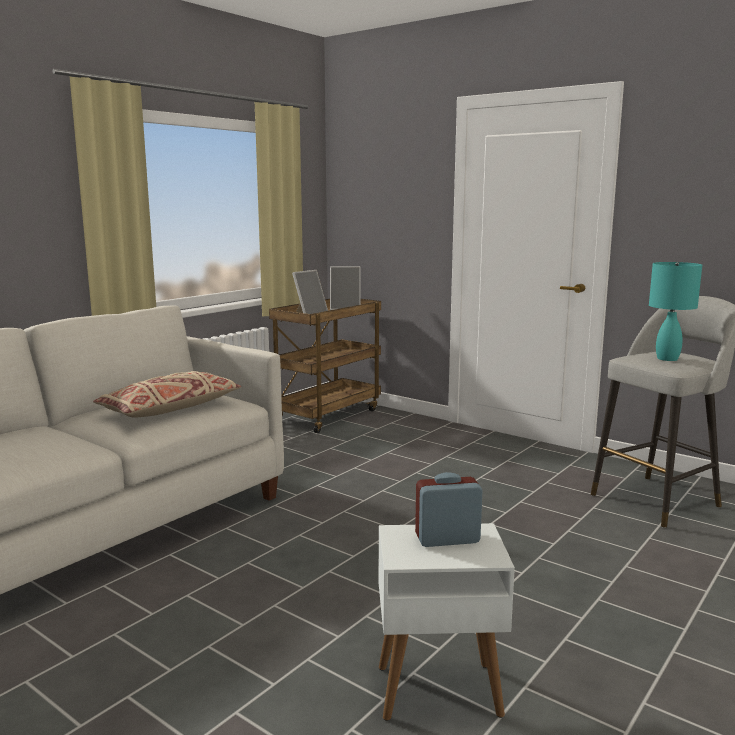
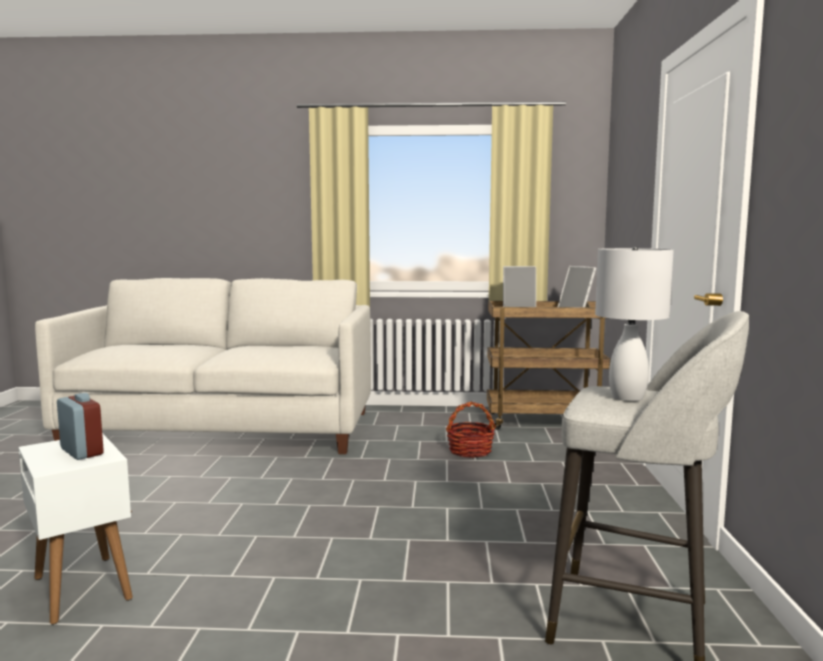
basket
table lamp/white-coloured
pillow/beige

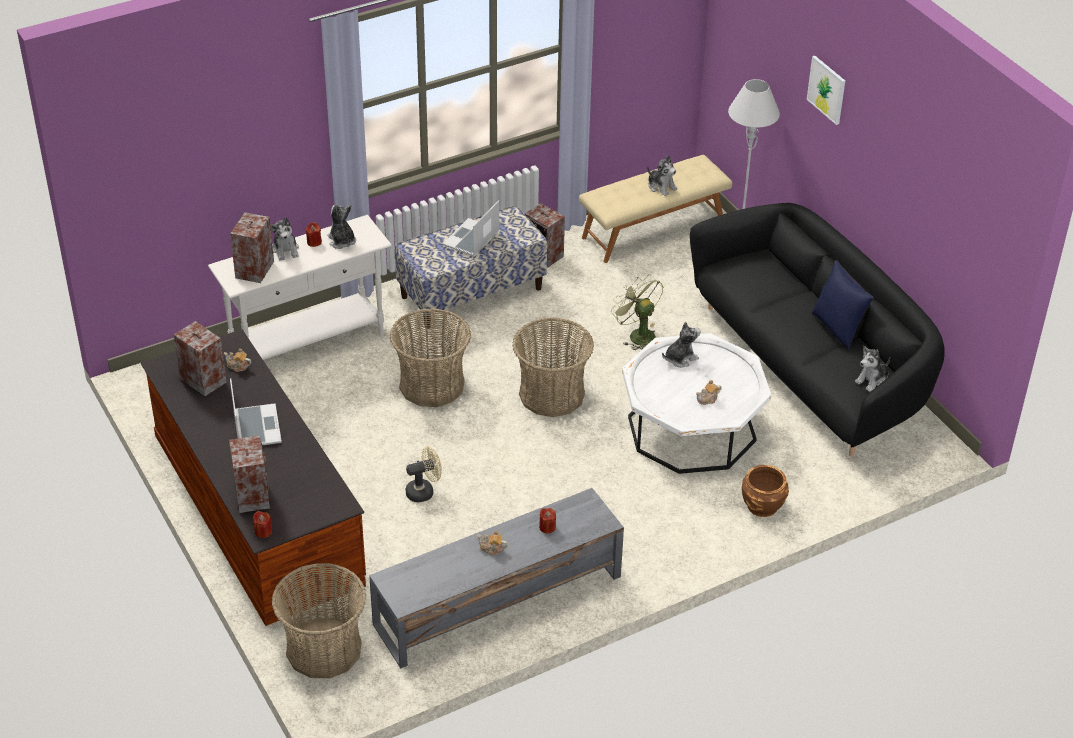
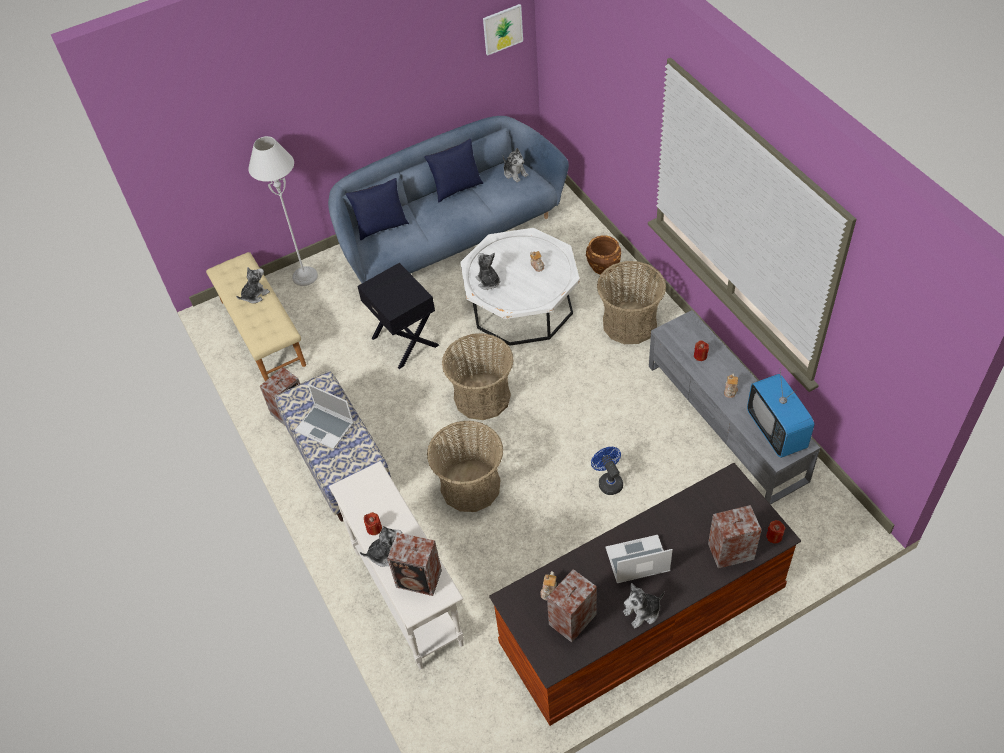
sofa/bluish
pillow/bluish (1st from left)
end table/black-coloured
wall art
cooling fan/bluish
basket (3rd from left)
soft toy (5th from left)
TV set

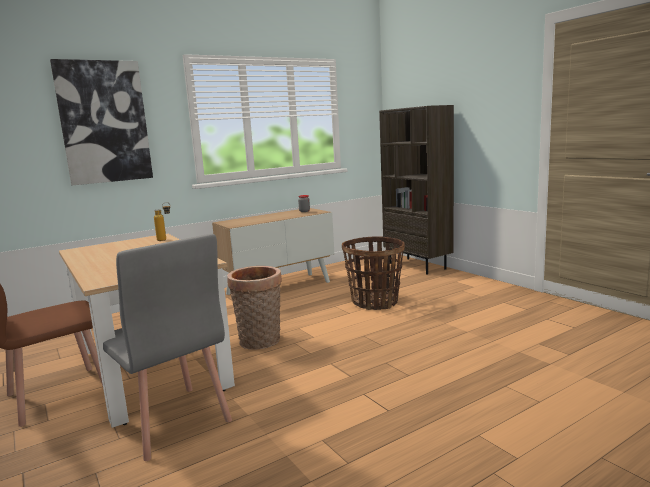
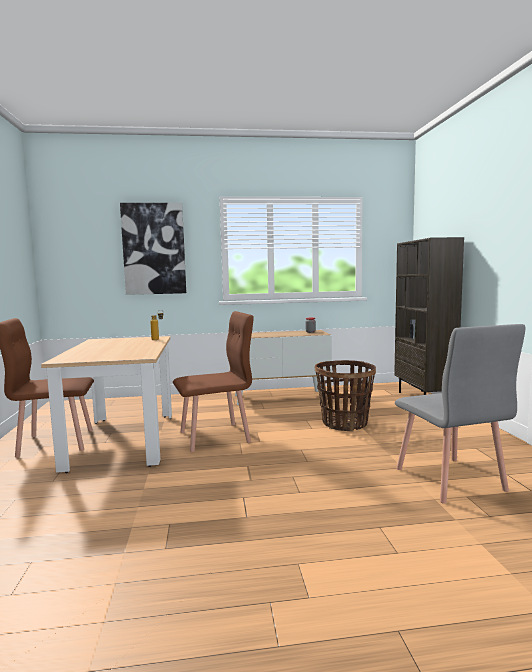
chair/brown (2nd from left)
chair/gray

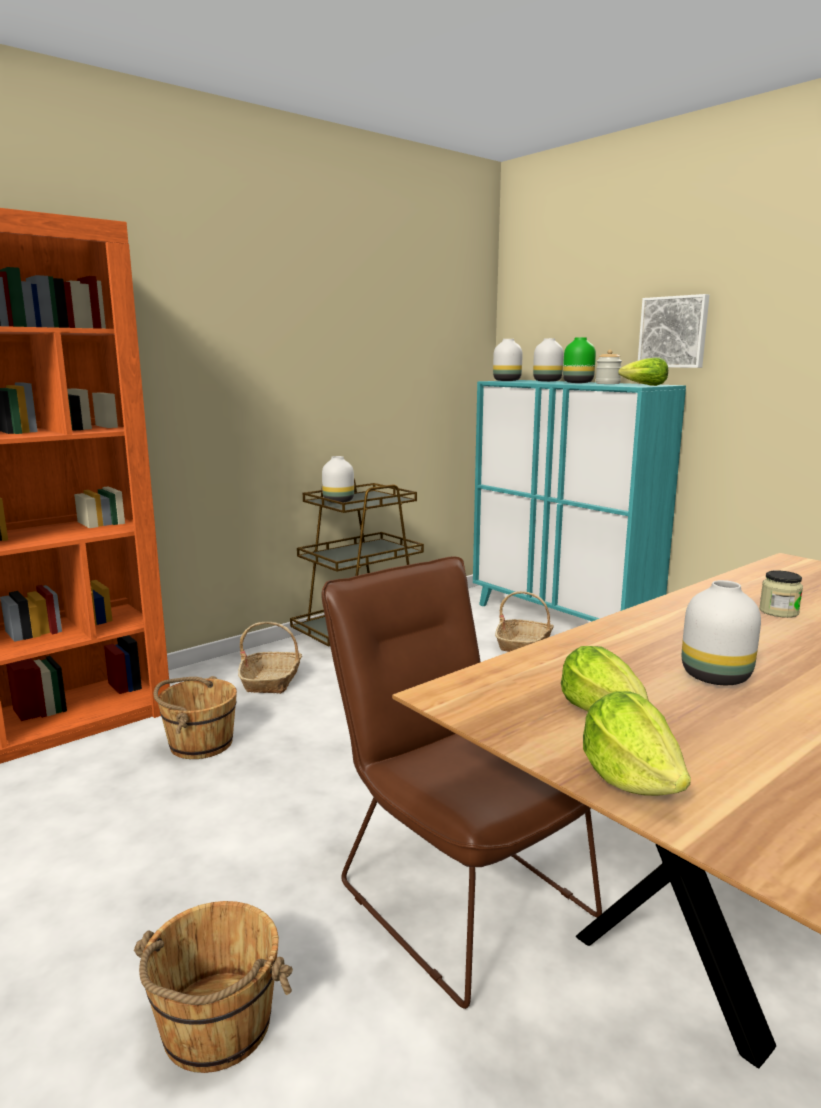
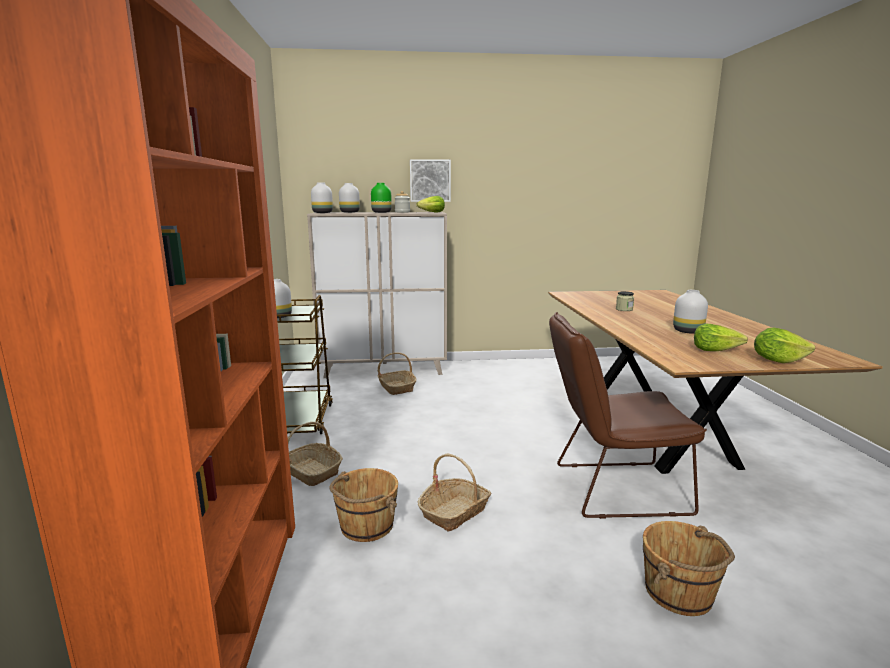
storage cabinet/beige
basket (3rd from left)

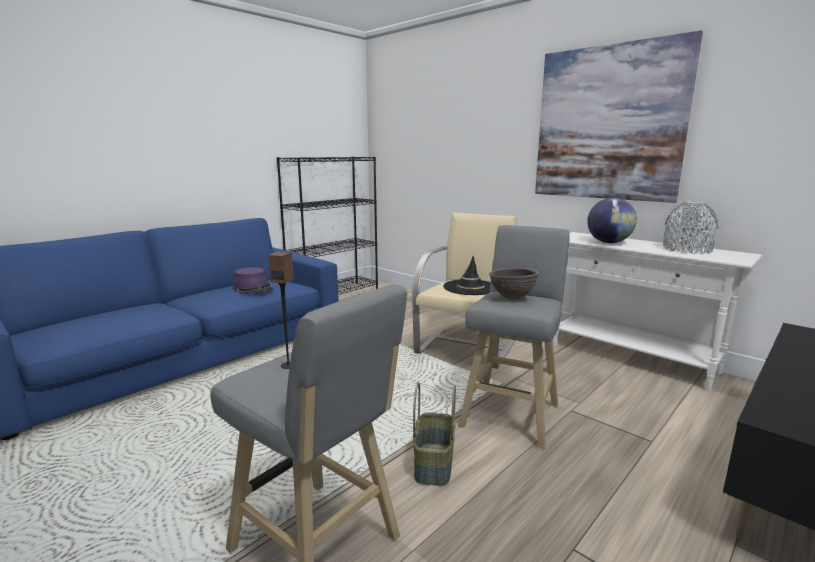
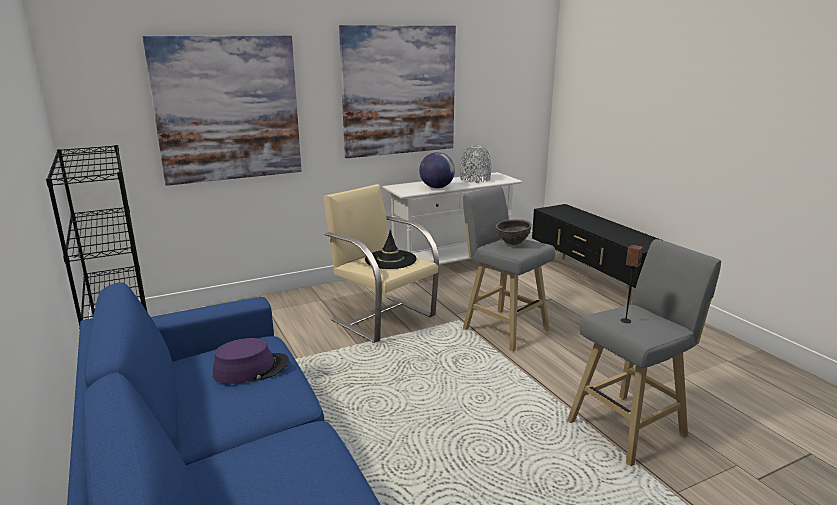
wall art (1st from left)
basket

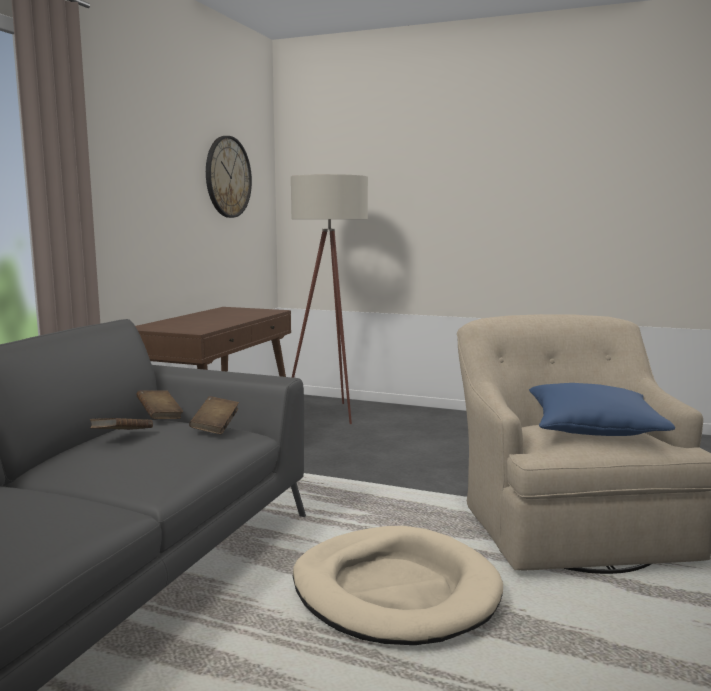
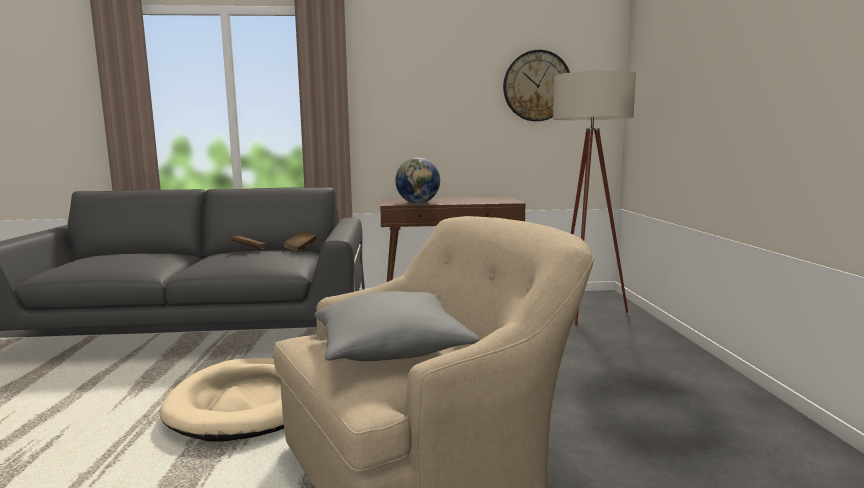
pillow/gray
globe
book/brown (3rd from left in the first image)

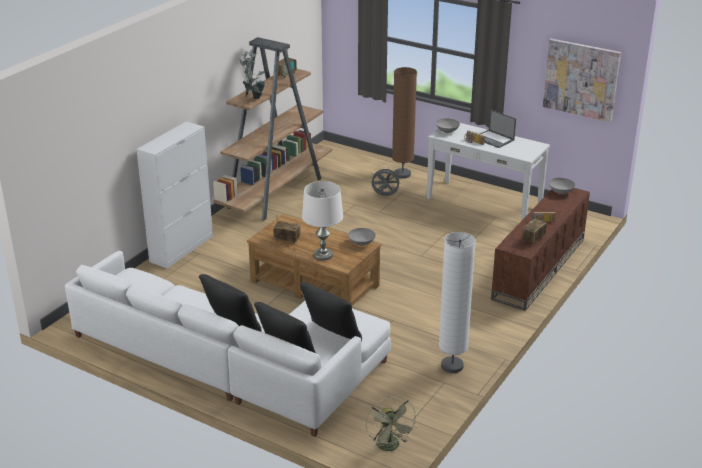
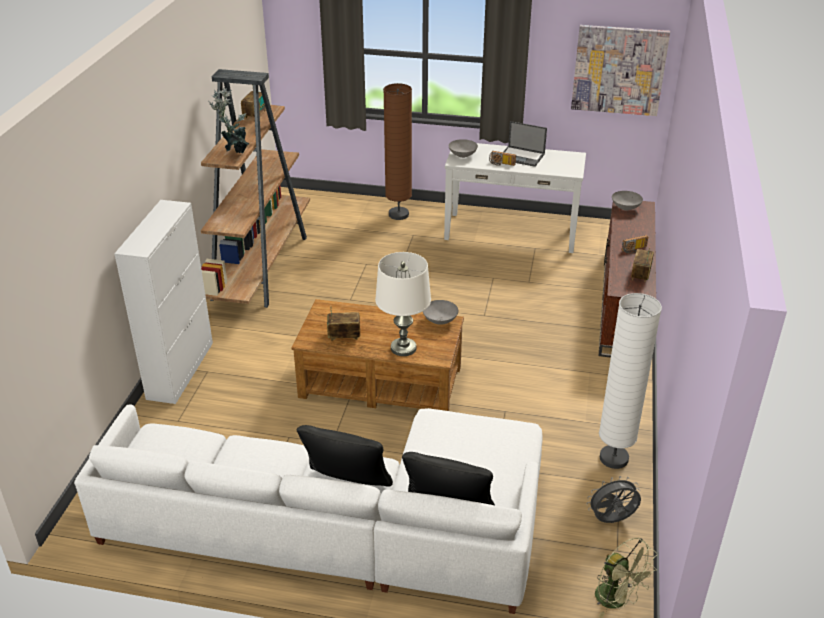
cooling fan/gray
pillow/black-coloured (3rd from left in the first image)

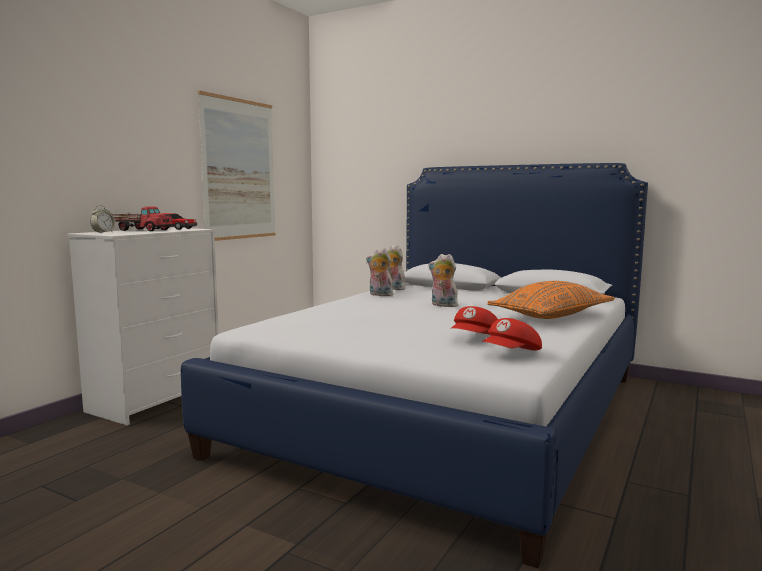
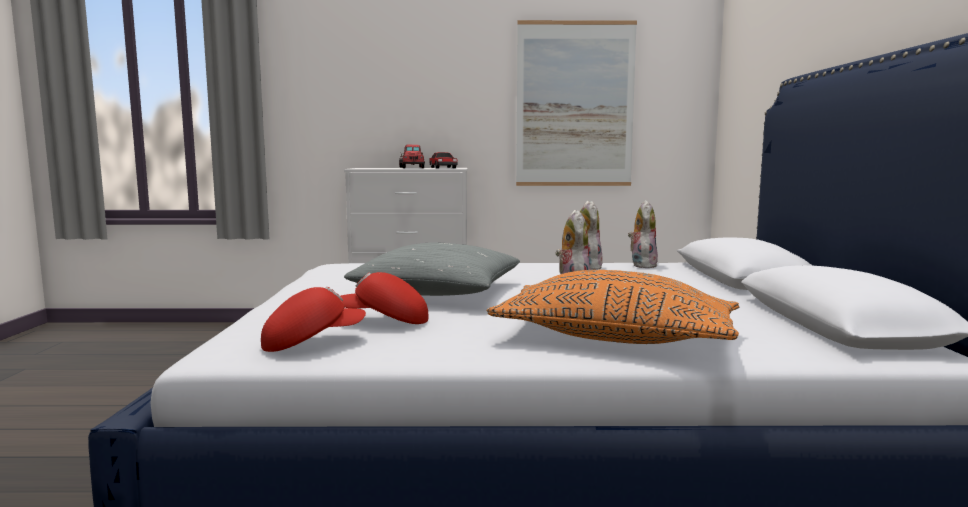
cap/red (1st from left)
pillow/gray
alarm clock

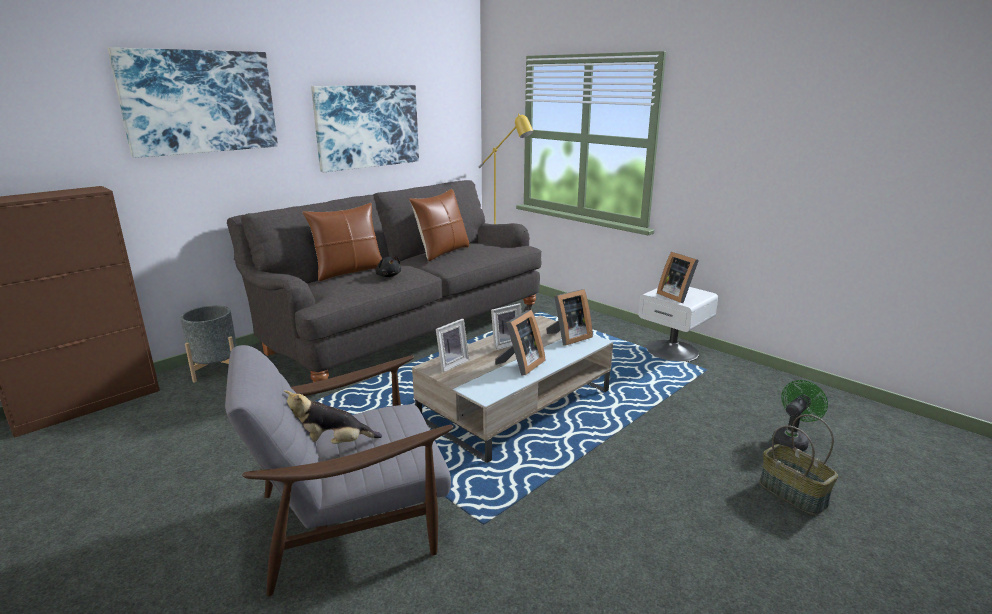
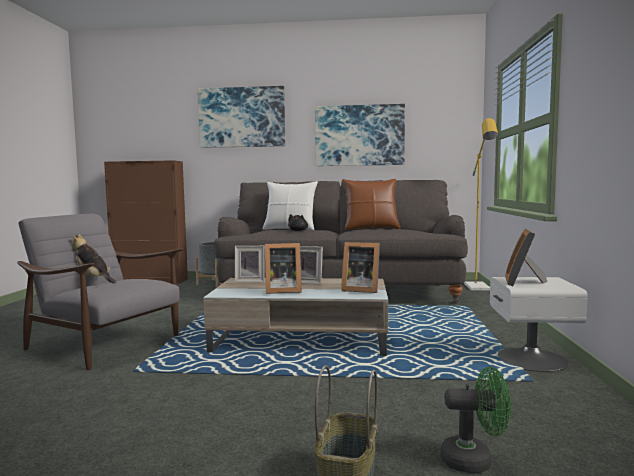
pillow/white-coloured

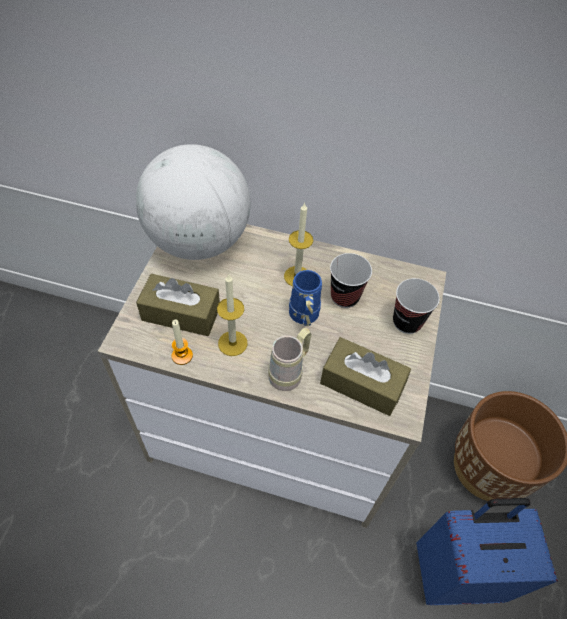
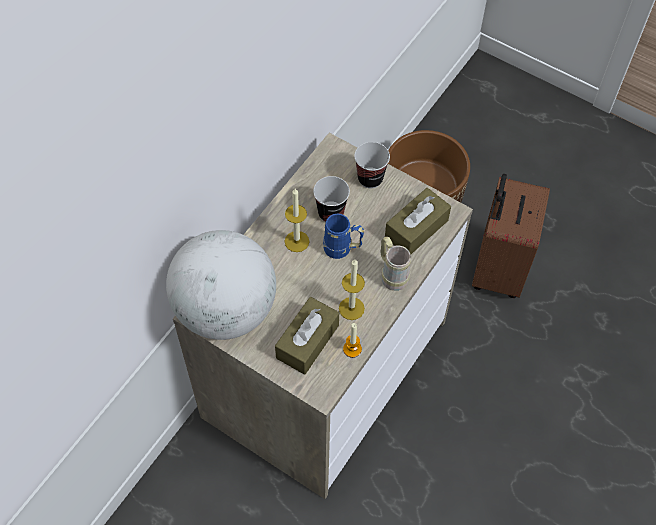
piece of luggage/brown

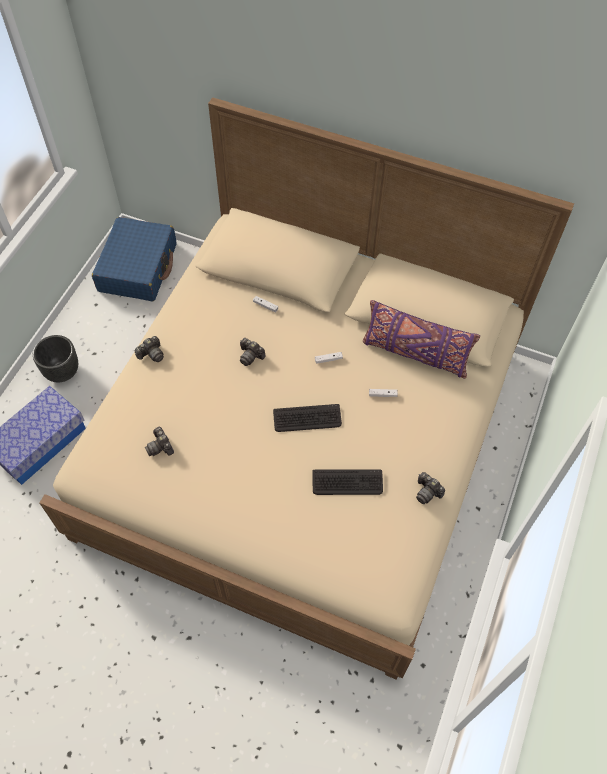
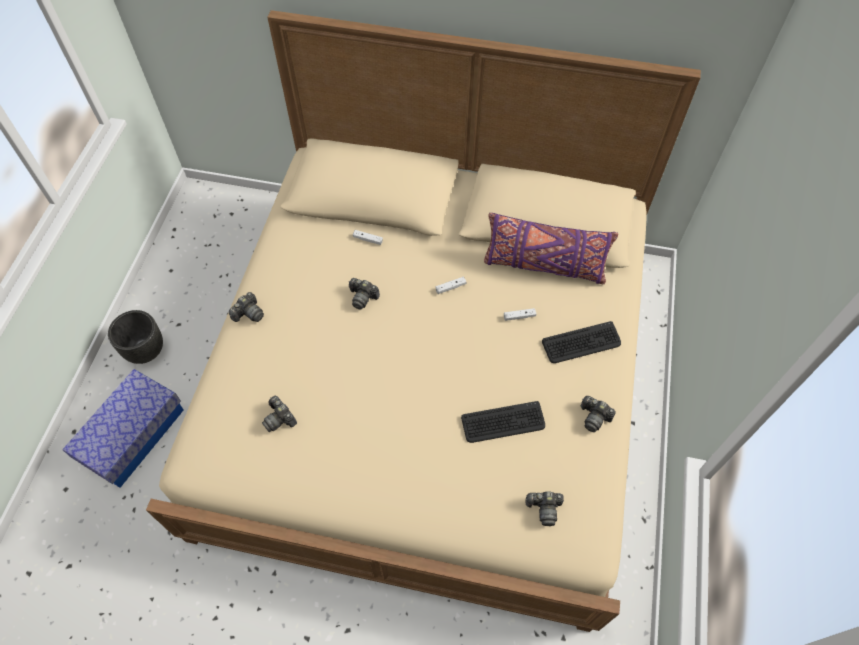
photo camera (4th from left)
keyboard (2nd from left)
piece of luggage/bluish

